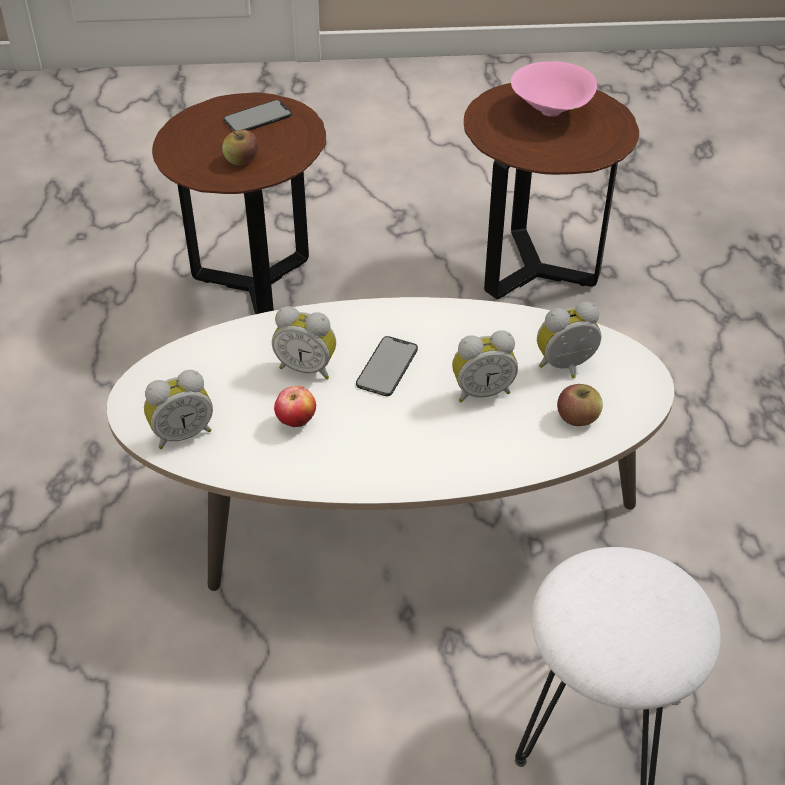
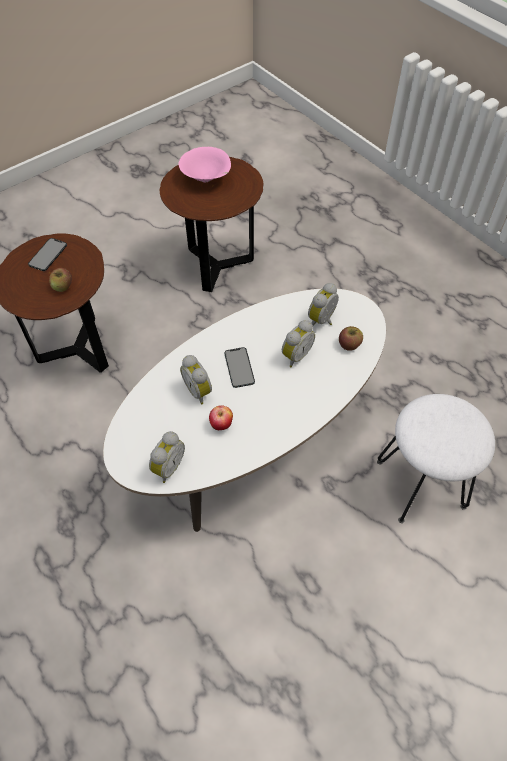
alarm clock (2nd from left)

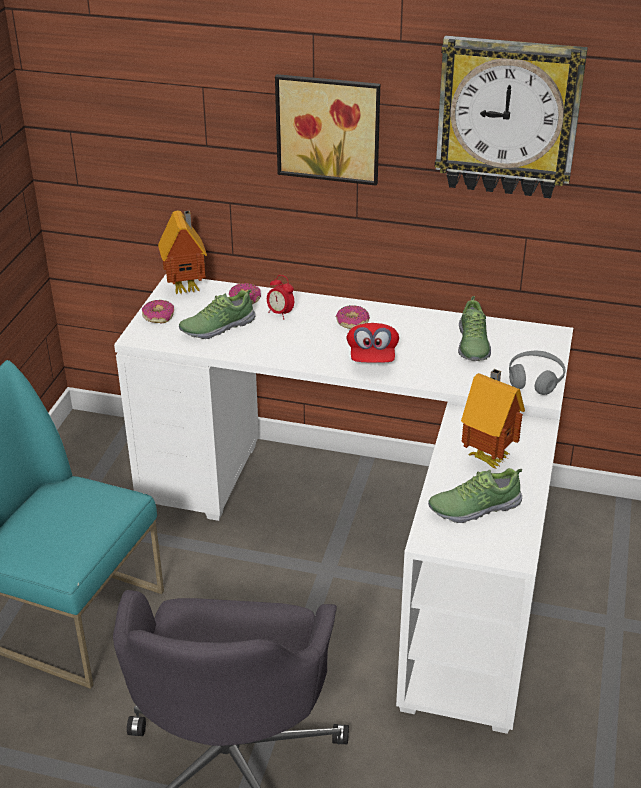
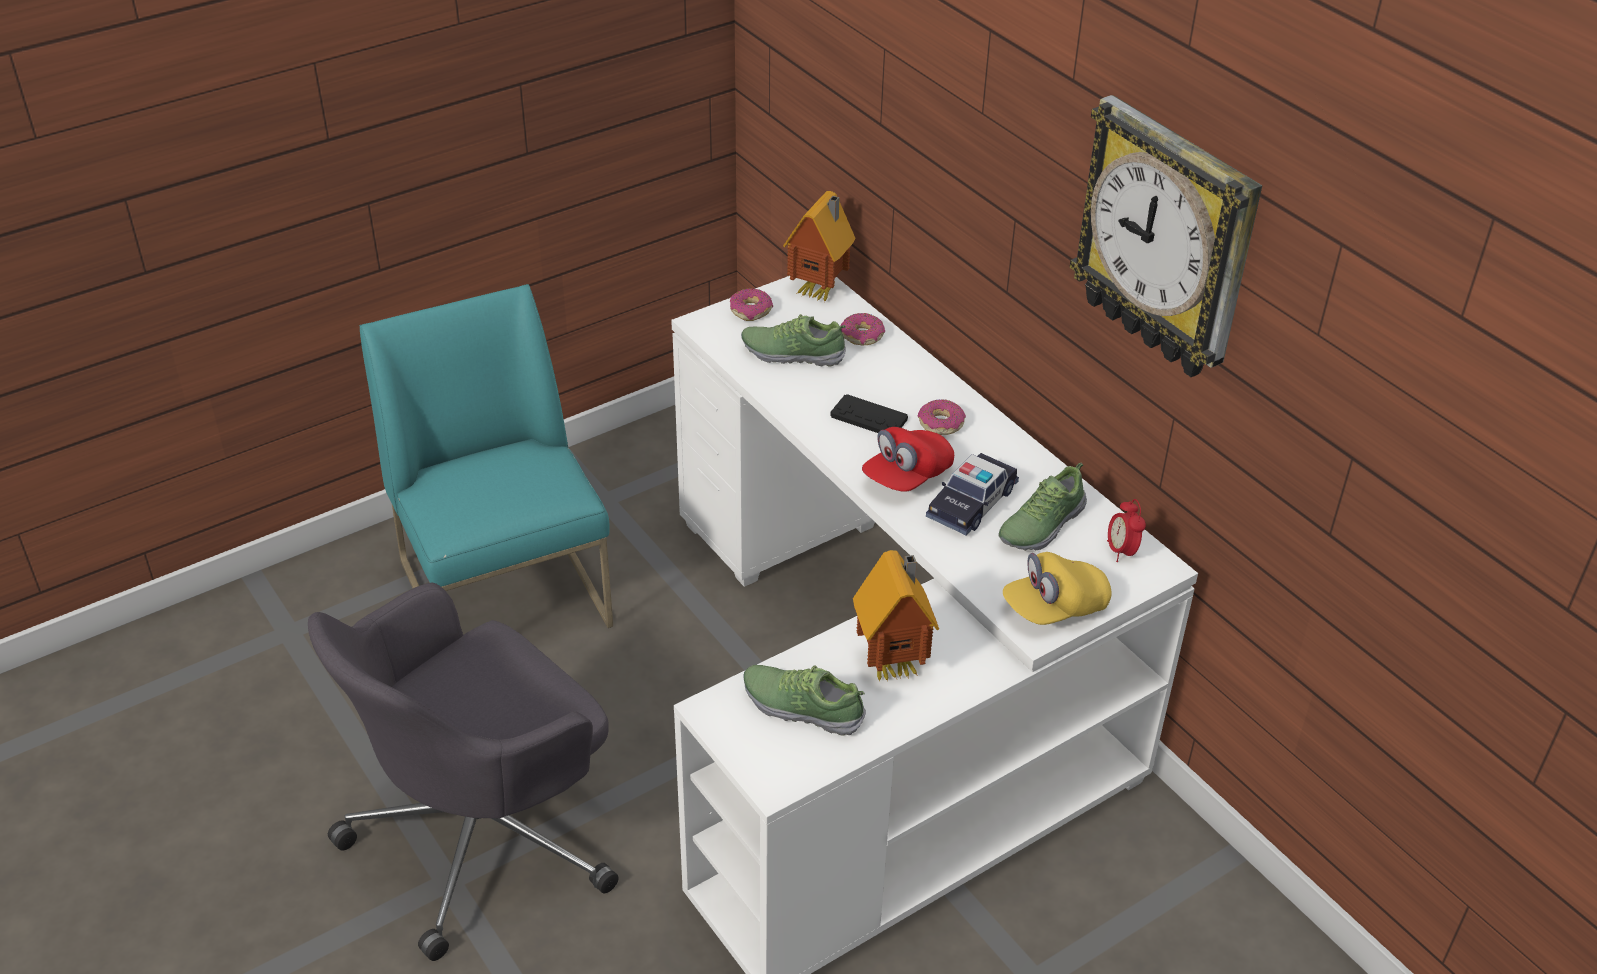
gamepad/black-coloured
miniature car
cap/yellowish
alarm clock
wall art

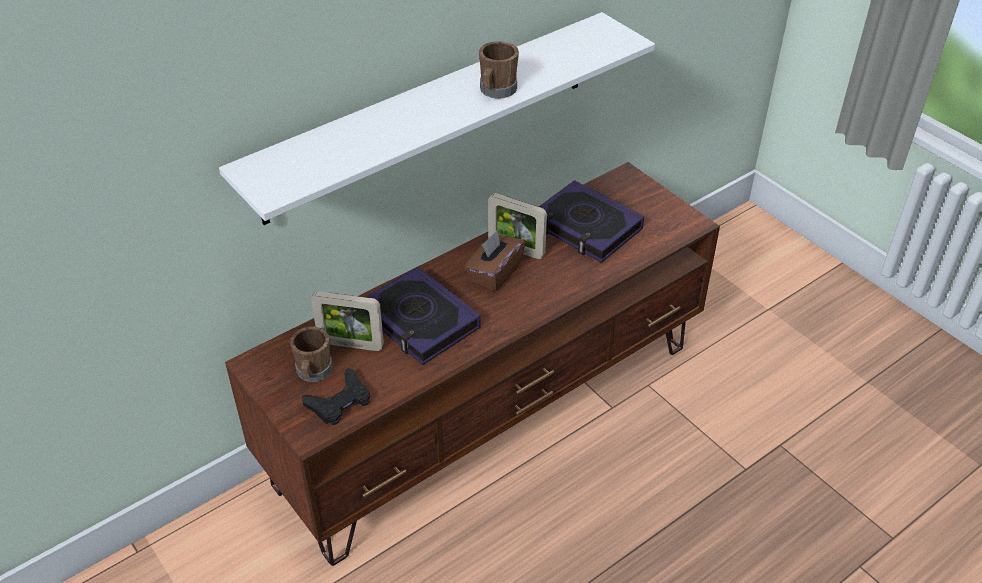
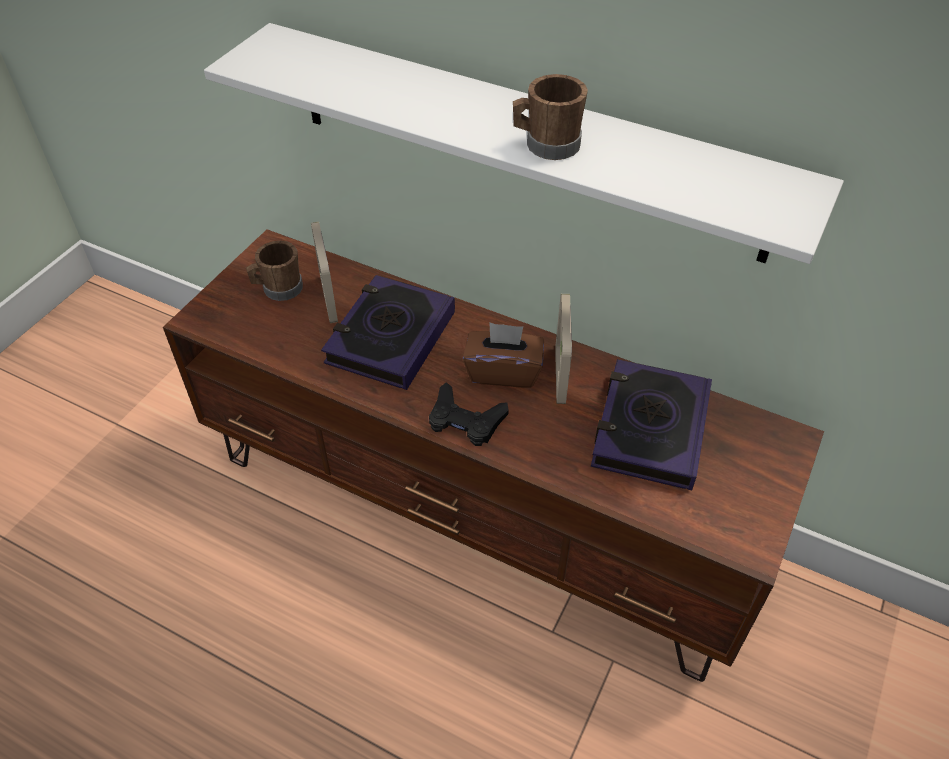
gamepad/black-coloured

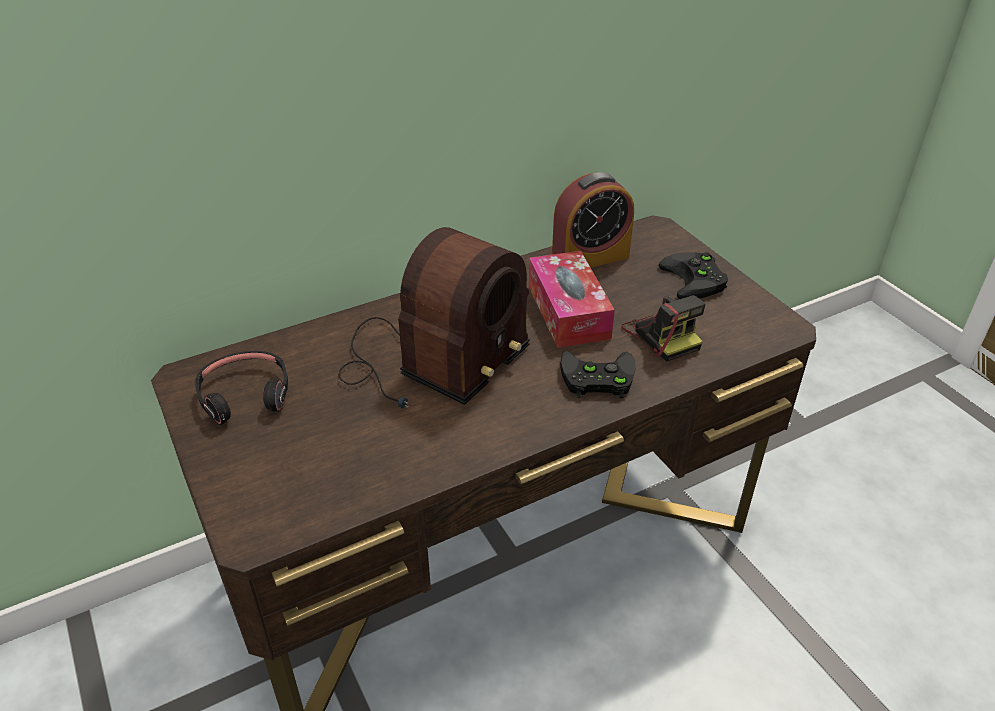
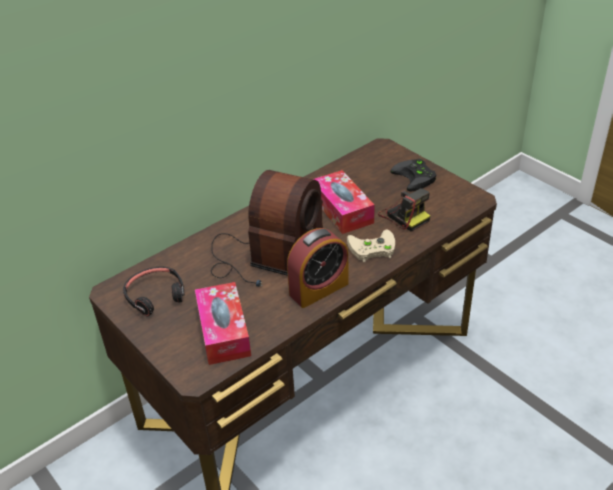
box of tissues (1st from left)
alarm clock
gamepad/beige

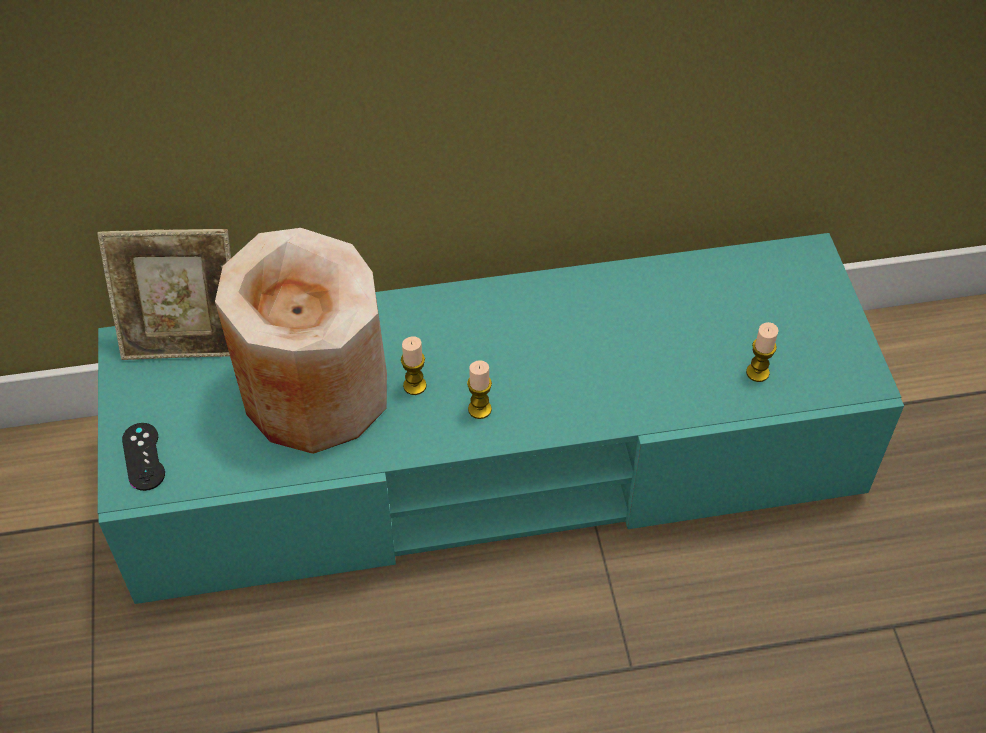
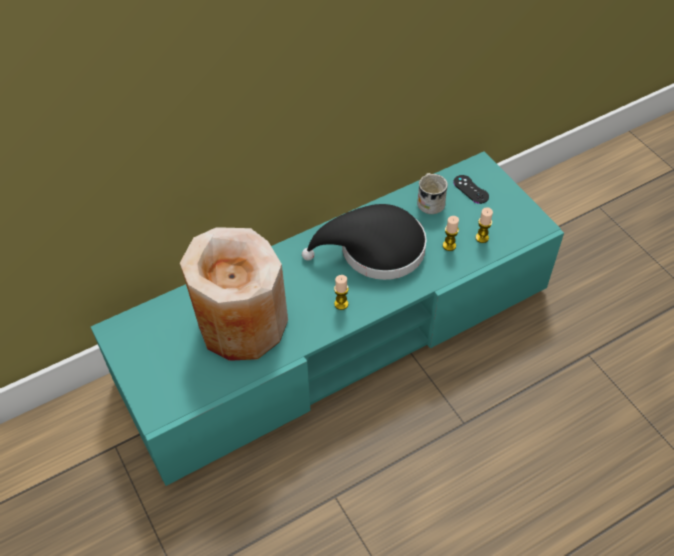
hat/black-coloured
coffee mug/white-coloured
wax light (2nd from left)
gamepad/black-coloured
picture frame

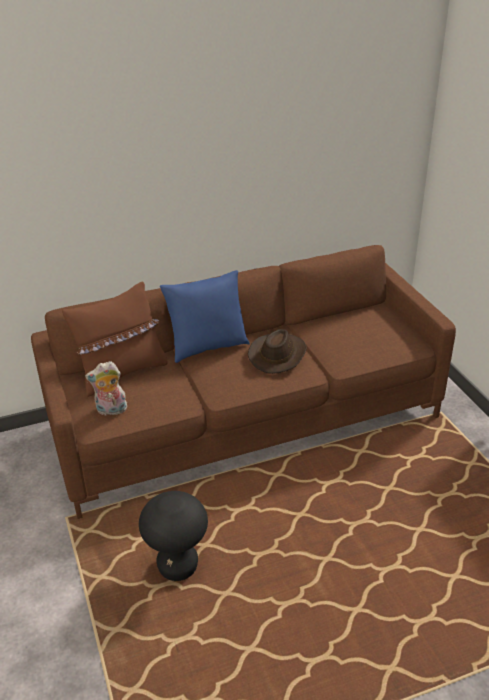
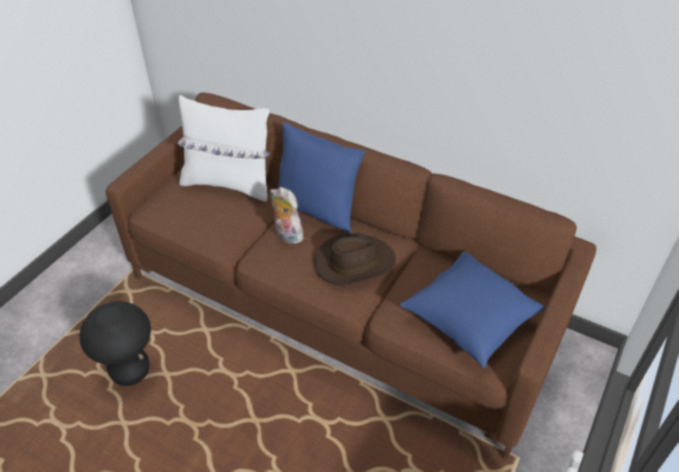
pillow/white-coloured
soft toy
pillow/bluish (2nd from left)

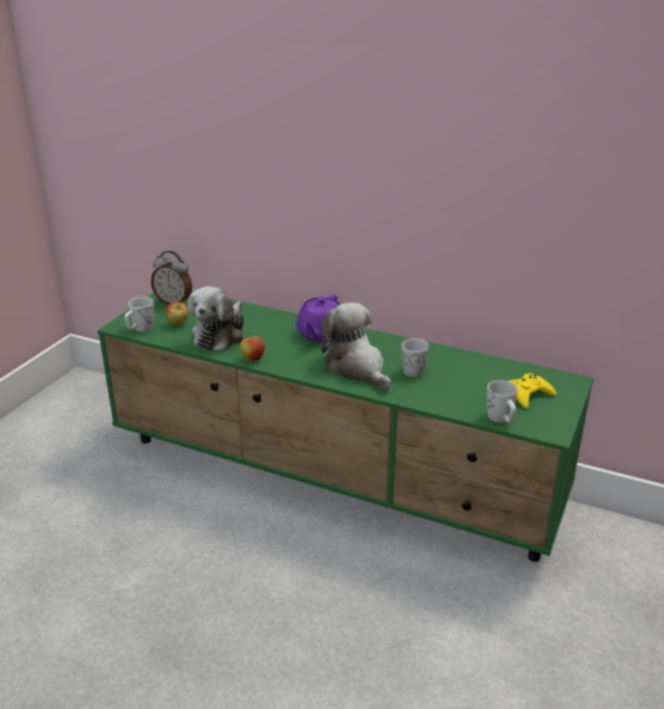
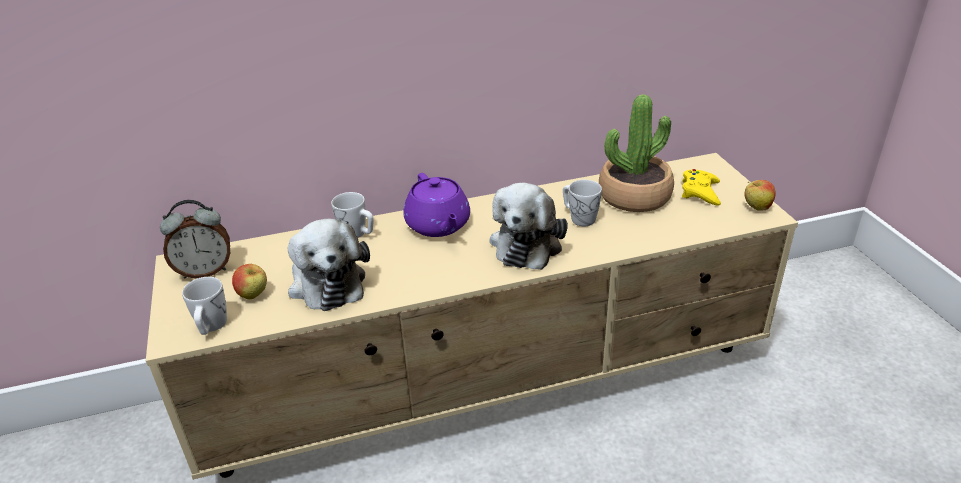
media console/beige
coffee mug/white-coloured (2nd from left)
soft toy (2nd from left)
houseplant
whole apple (2nd from left)

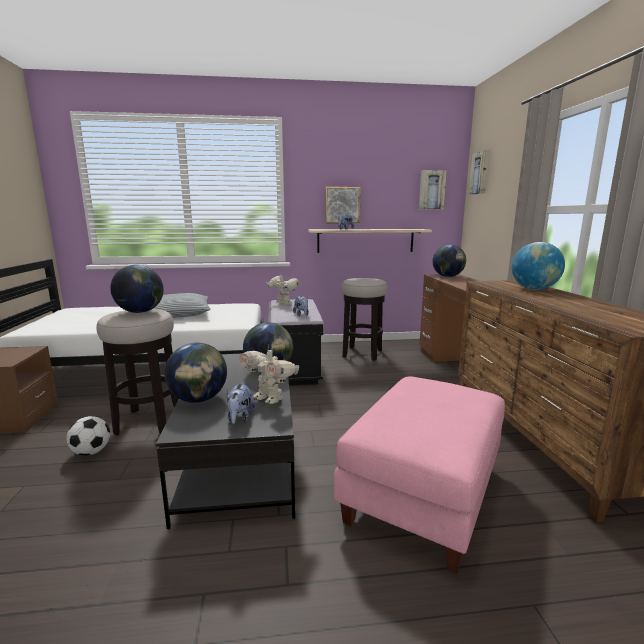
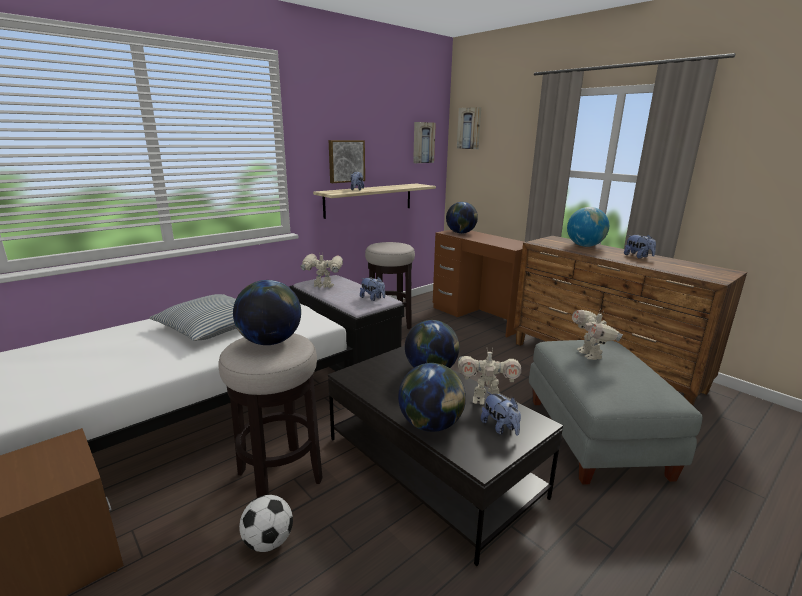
pouffe/gray
toy robot (3rd from left)
soft toy (4th from left)

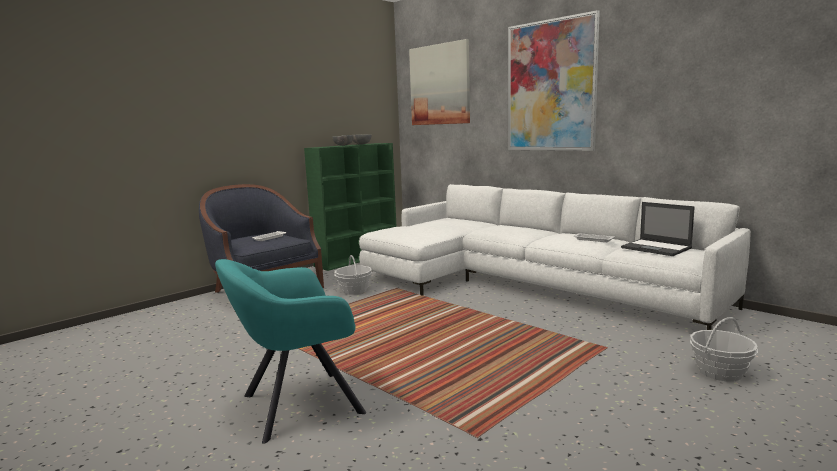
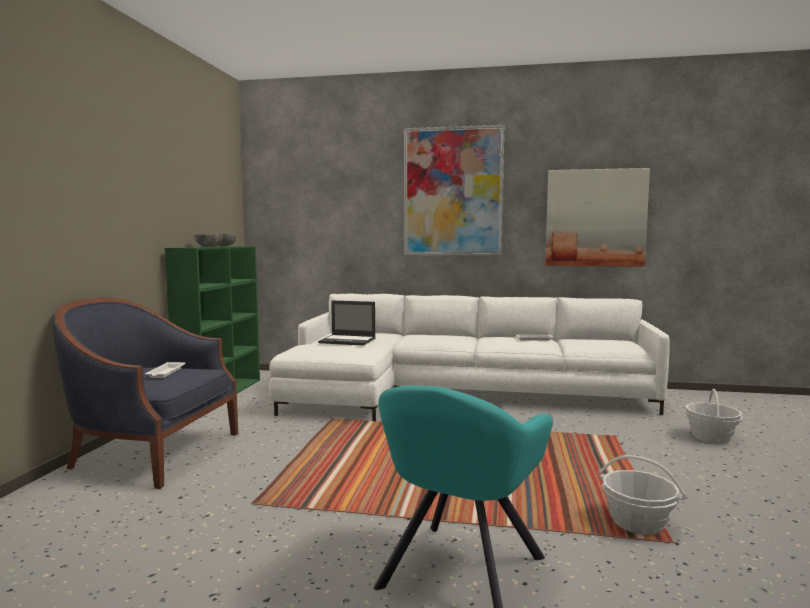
notebook computer
wall art (2nd from left)
basket (1st from left)

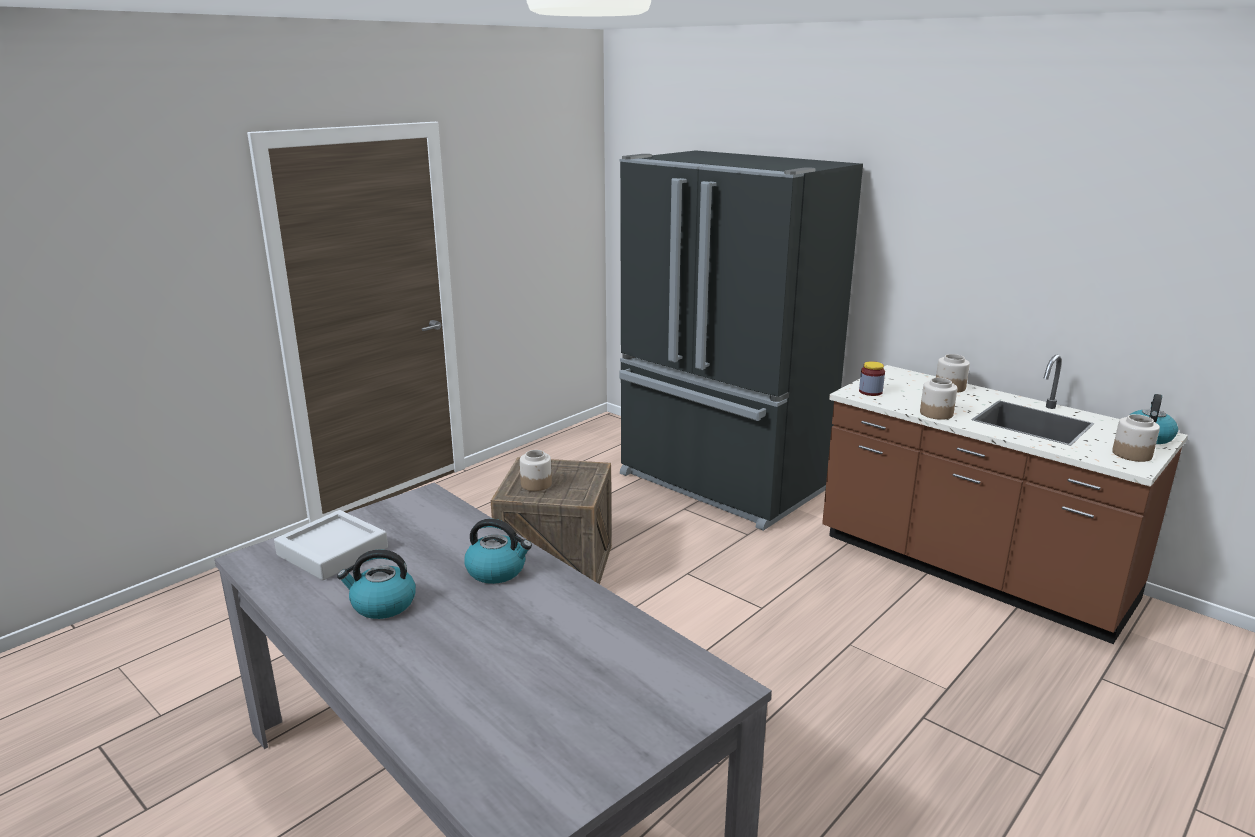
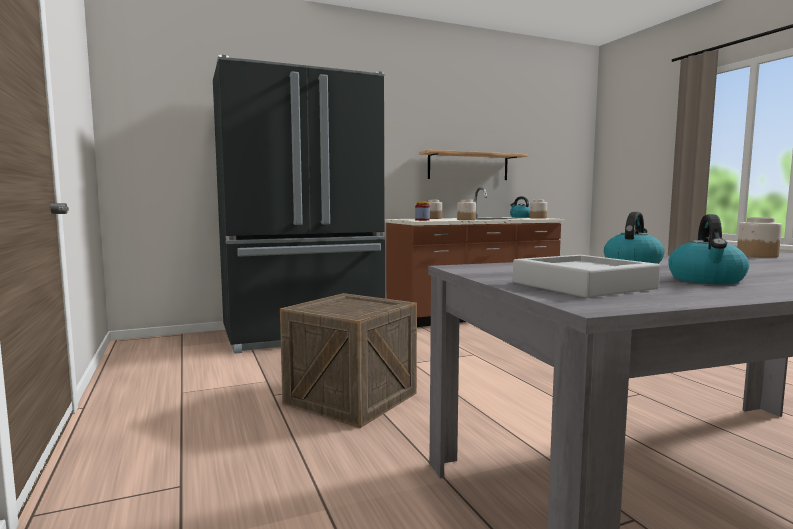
wall shelf
jar (5th from left)

